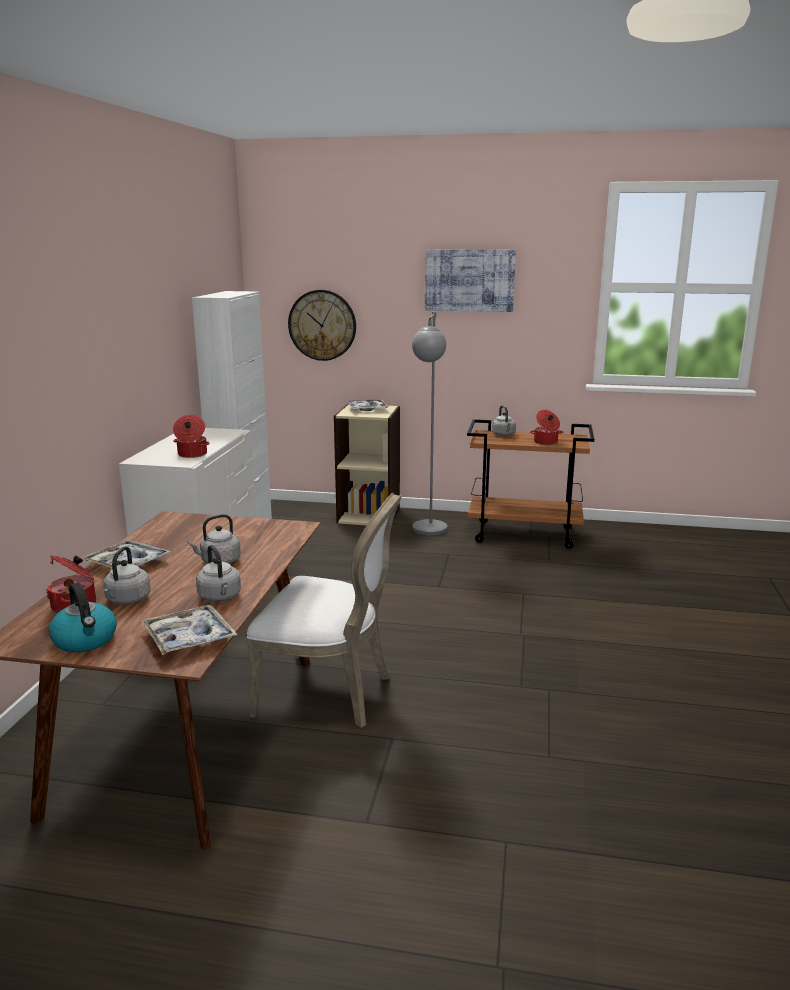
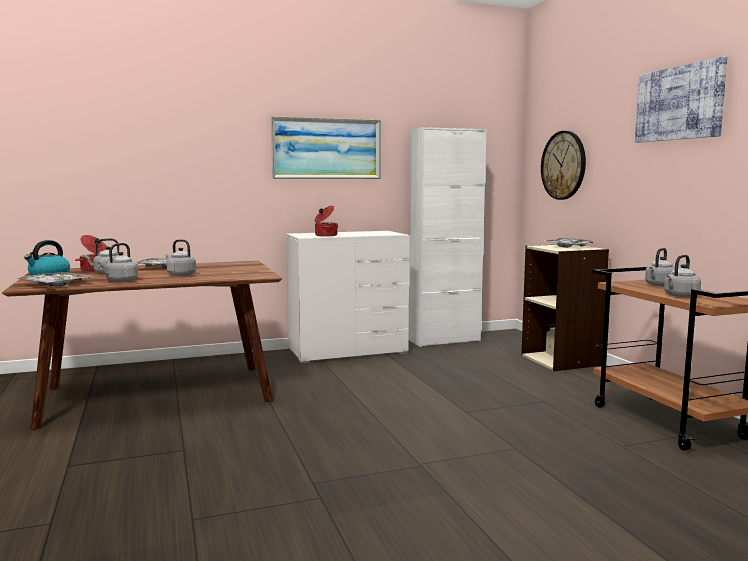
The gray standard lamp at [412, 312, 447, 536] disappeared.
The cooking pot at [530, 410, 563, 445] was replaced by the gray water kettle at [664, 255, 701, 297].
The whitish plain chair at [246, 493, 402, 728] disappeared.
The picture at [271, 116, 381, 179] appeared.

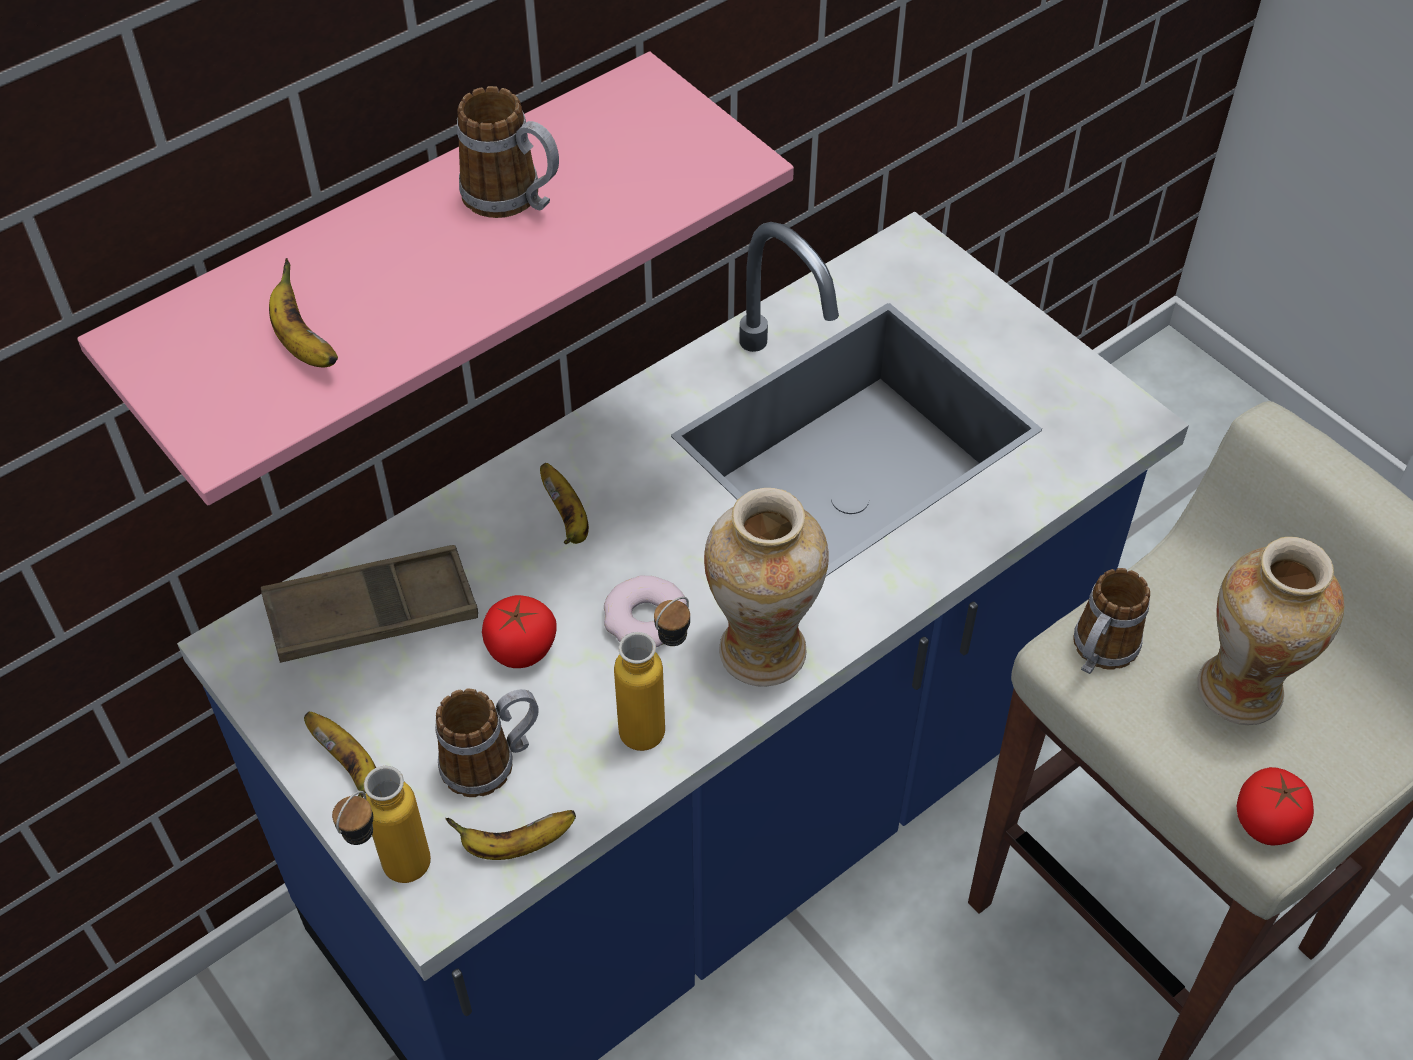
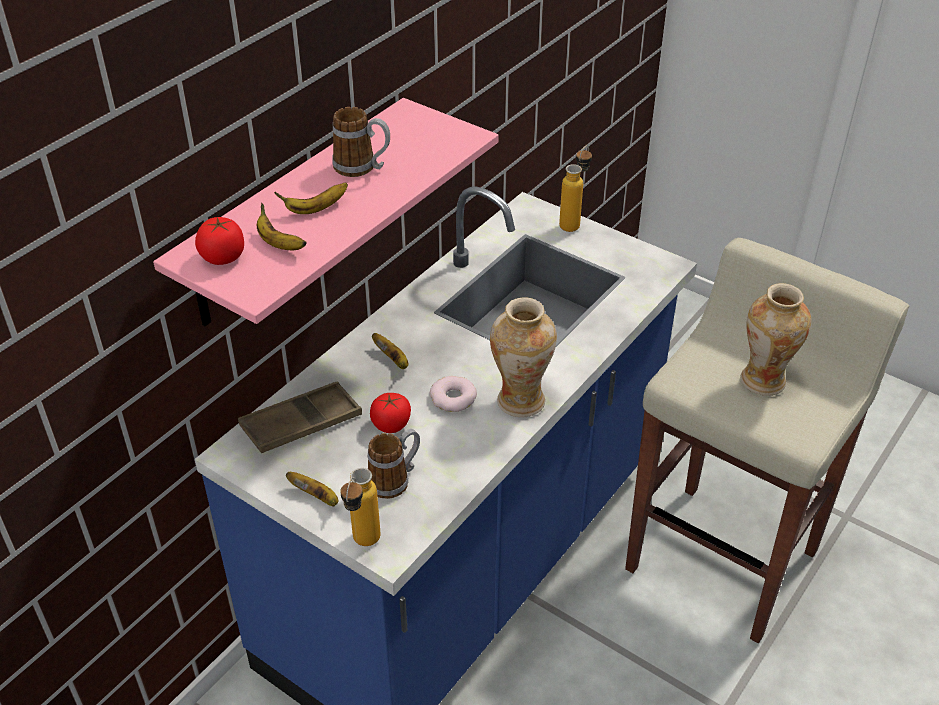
The mug at [1073, 568, 1150, 674] disappeared.
The beverage bottle moved from [614, 597, 690, 751] to [559, 145, 592, 232].
The tomato moved from [1237, 767, 1314, 846] to [195, 217, 244, 265].
The banana moved from [445, 810, 576, 860] to [274, 182, 348, 214].

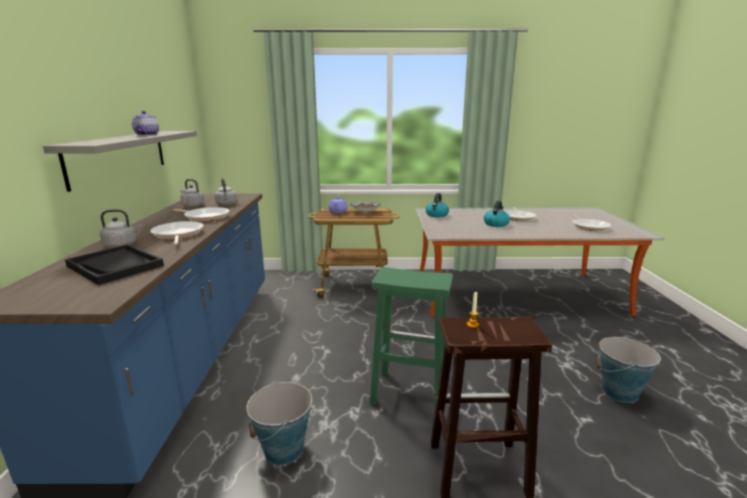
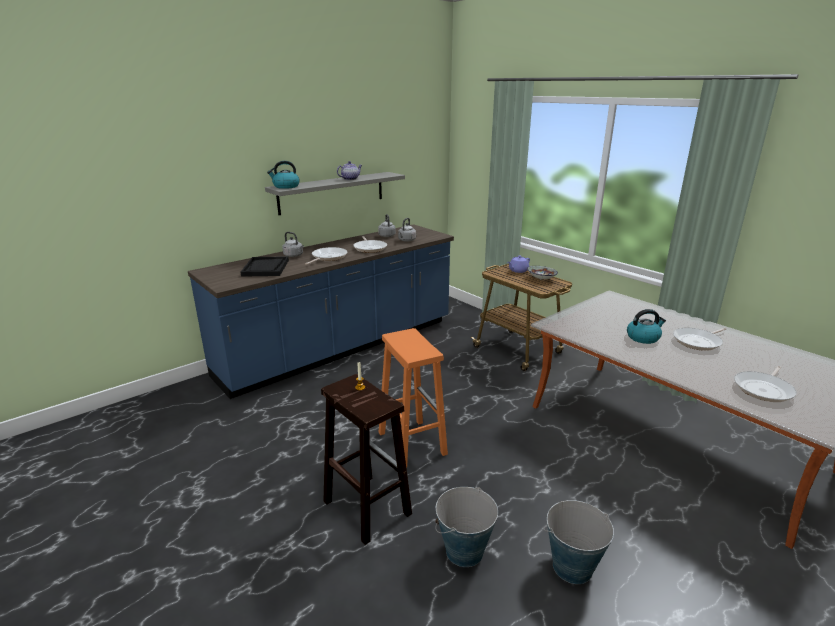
The water kettle moved from [426, 193, 449, 217] to [267, 161, 300, 189].
The green stool at [370, 267, 453, 407] became the orange-coloured stool at [379, 328, 448, 468].
The water bucket moved from [247, 381, 312, 465] to [435, 487, 498, 567].

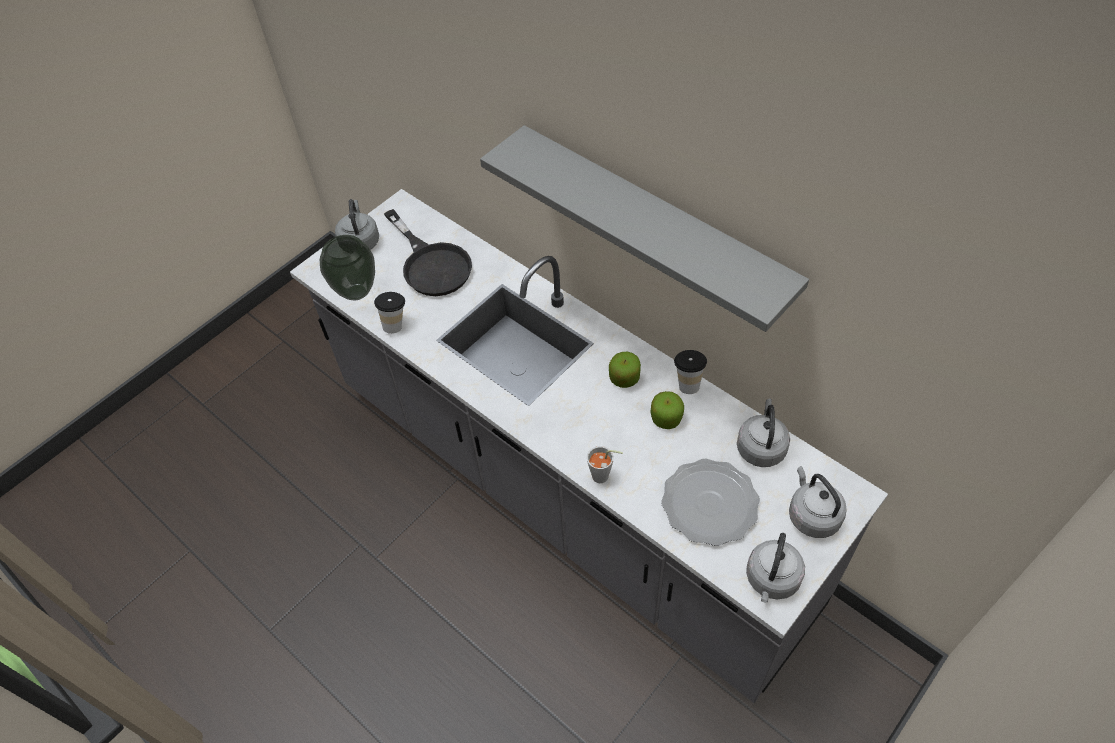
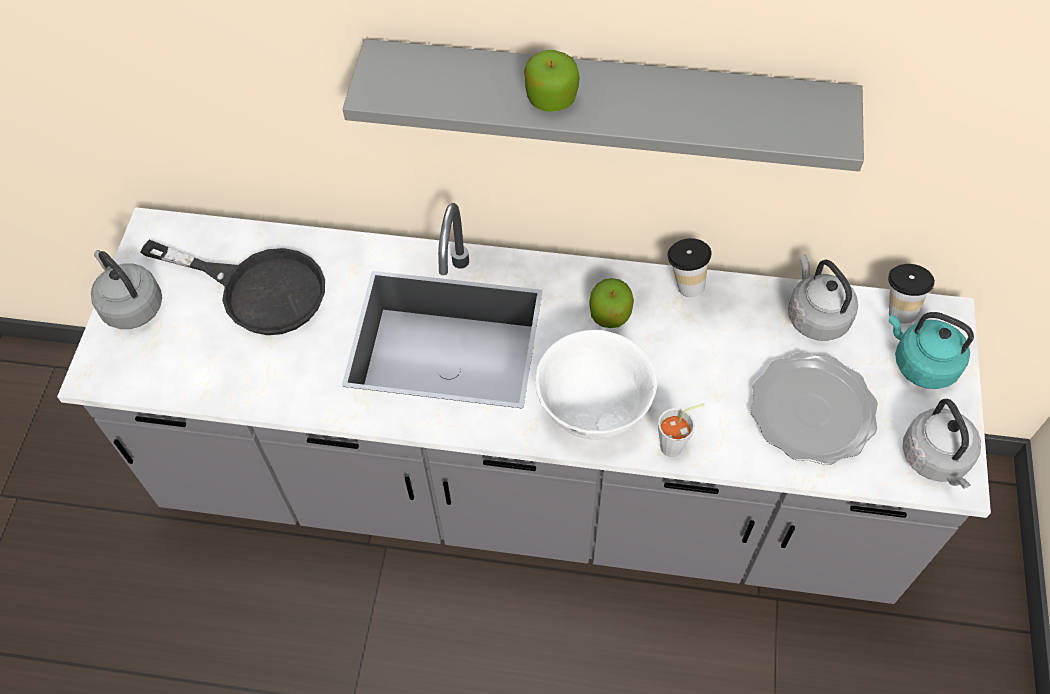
The flower vase at [320, 235, 375, 300] disappeared.
The cup moved from [374, 292, 405, 334] to [888, 264, 935, 324].
The apple fruit moved from [650, 391, 684, 429] to [524, 50, 580, 112].
The gray water kettle at [789, 466, 847, 538] became the turquoise water kettle at [889, 312, 974, 389].
The whitish deep dish at [535, 330, 657, 440] appeared.

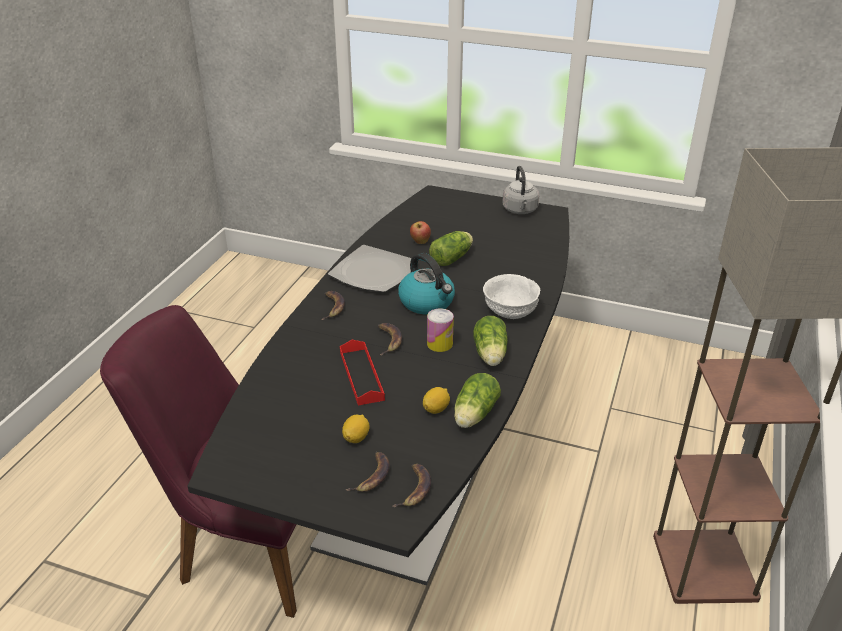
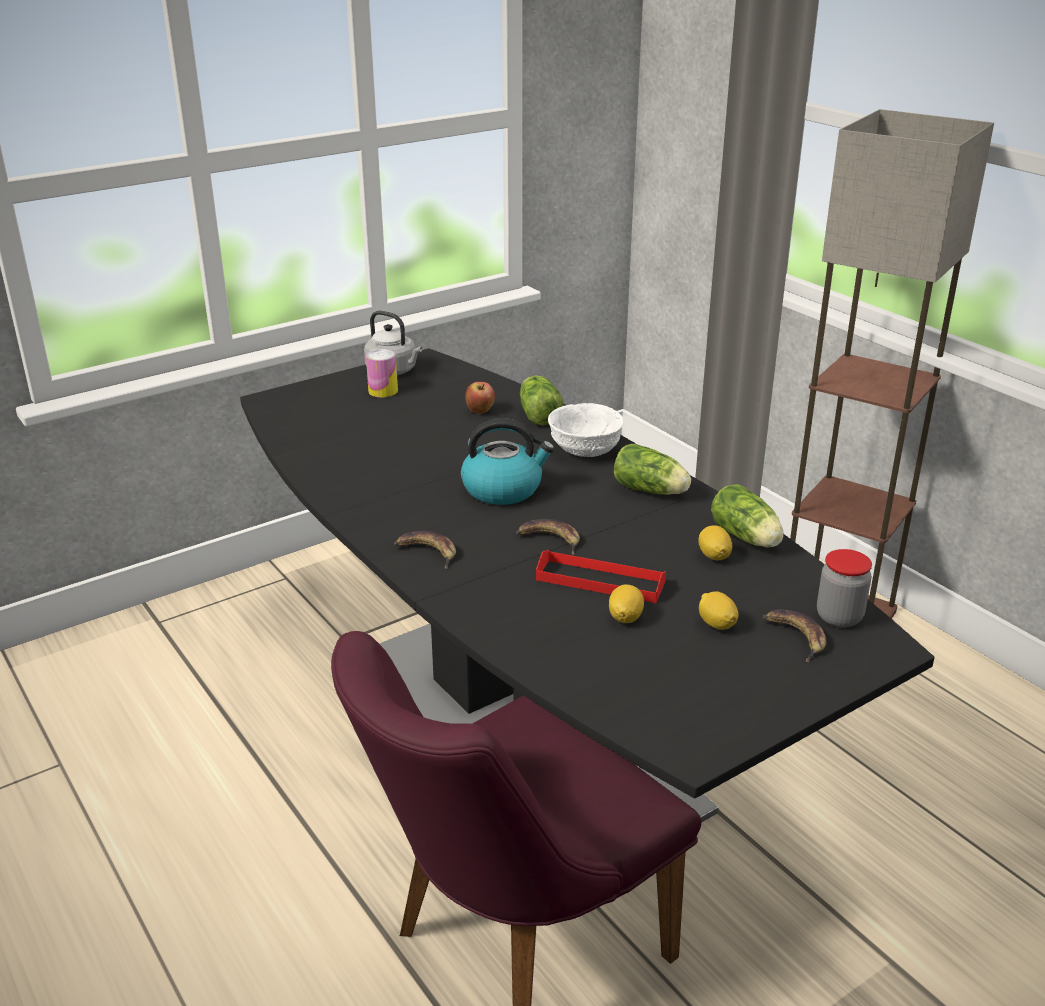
The apple fruit moved from [410, 221, 431, 244] to [465, 382, 495, 414].
The lettuce moved from [429, 231, 473, 266] to [520, 376, 563, 425].
The flat dish at [328, 245, 412, 293] disappeared.
The metal can moved from [427, 309, 454, 352] to [366, 349, 398, 397].
The banana at [392, 464, 431, 507] was replaced by the storage jar at [817, 549, 872, 628].
The citrus fruit at [609, 585, 644, 623] appeared.

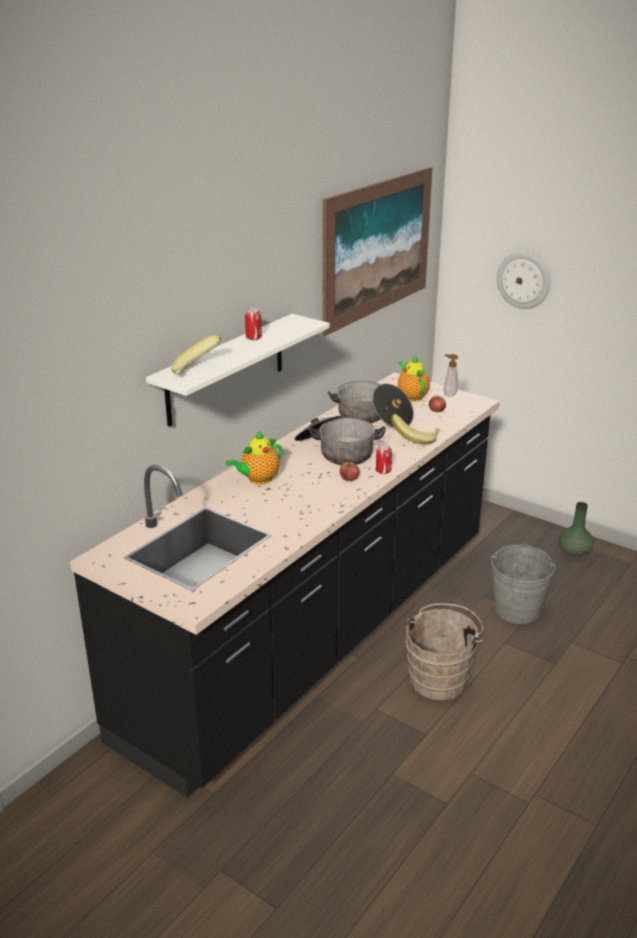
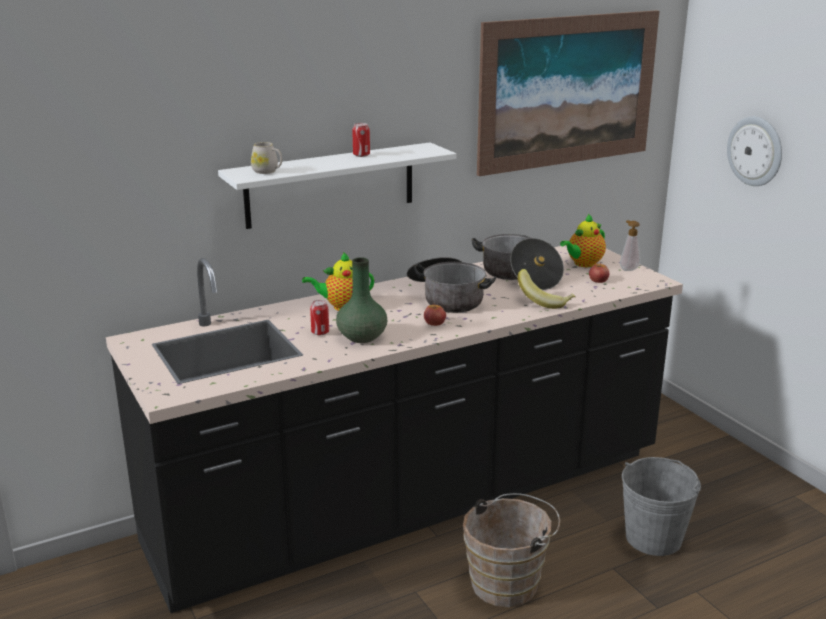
The banana at [171, 335, 221, 374] was replaced by the whitish mug at [251, 142, 282, 174].
The pot for tea at [398, 355, 430, 402] turned 135 degrees counterclockwise.
The metal can moved from [376, 444, 392, 474] to [310, 300, 329, 335].
The green flower vase moved from [559, 502, 594, 557] to [336, 257, 387, 343].

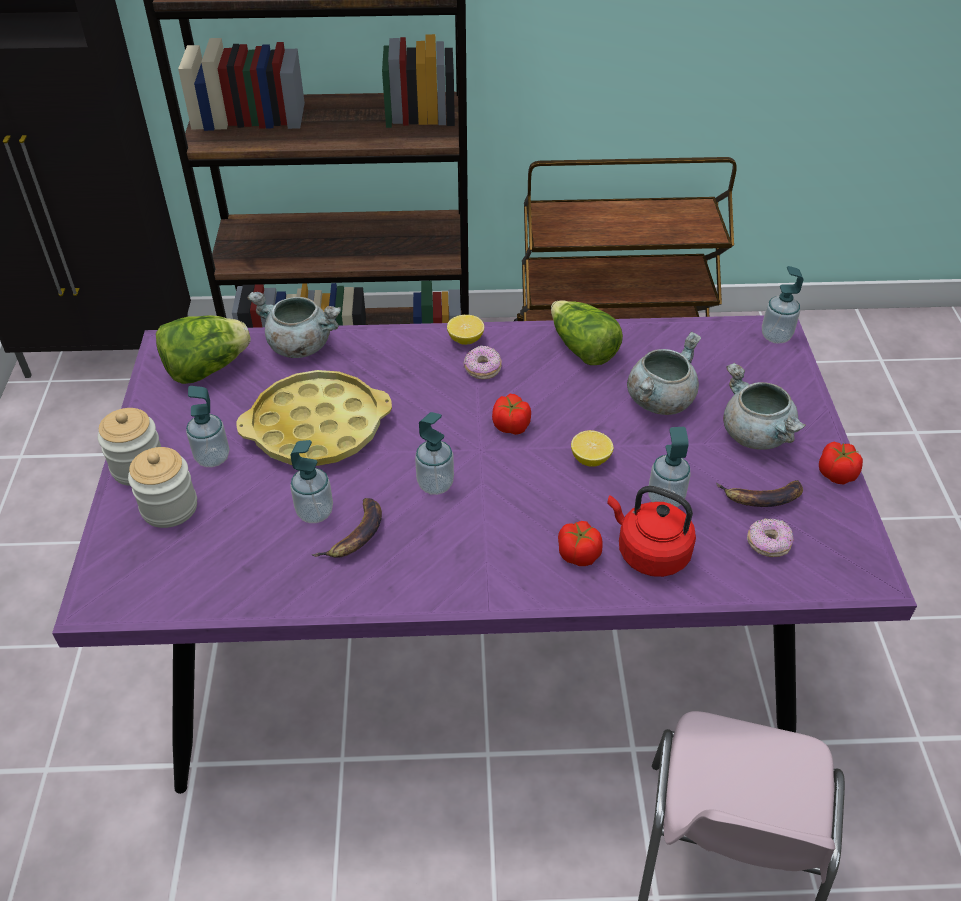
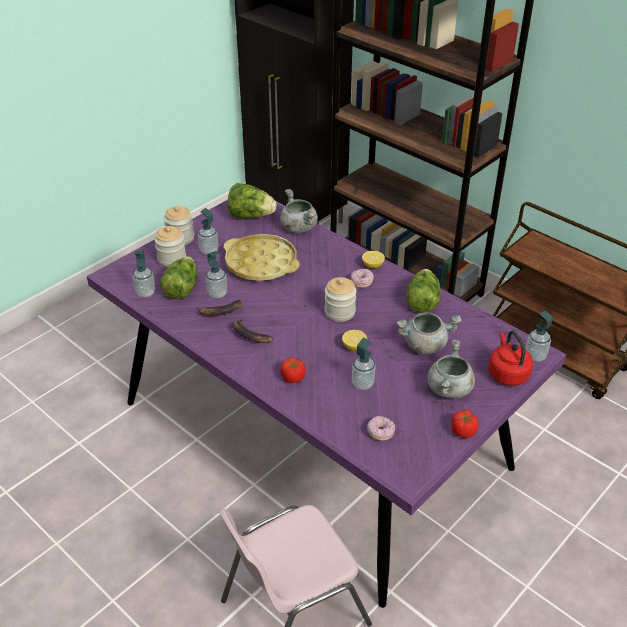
The tomato at [492, 394, 531, 435] was replaced by the storage jar at [325, 277, 356, 322].
The liquid soap bottle moved from [415, 412, 454, 495] to [132, 251, 155, 297].
The banana moved from [716, 480, 803, 507] to [233, 318, 274, 343].
The red water kettle moved from [607, 486, 696, 577] to [489, 330, 533, 386].
The lettuce at [160, 256, 197, 299] appeared.

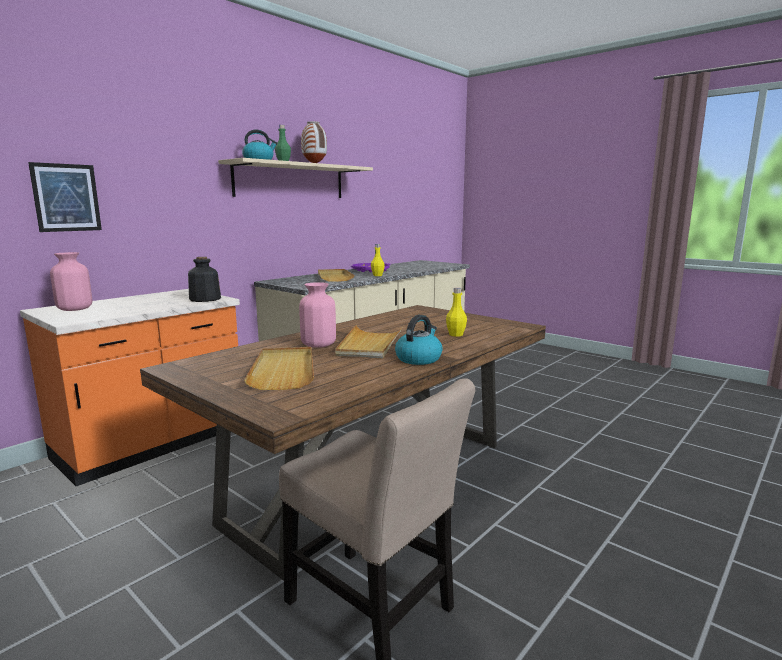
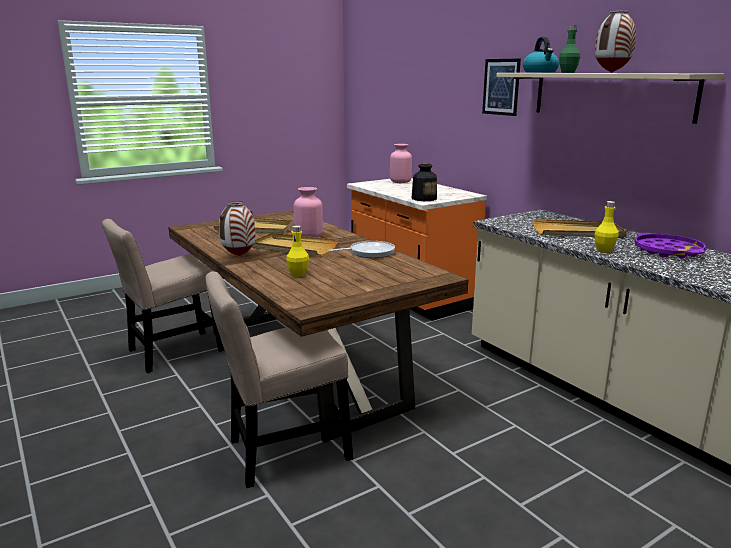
The picture moved from [28, 162, 102, 232] to [482, 58, 521, 116].
The water kettle at [395, 315, 443, 365] was replaced by the flower vase at [219, 201, 256, 256].
The frying pan at [328, 241, 395, 258] appeared.
The sand-coloured plain chair at [205, 271, 353, 488] appeared.

